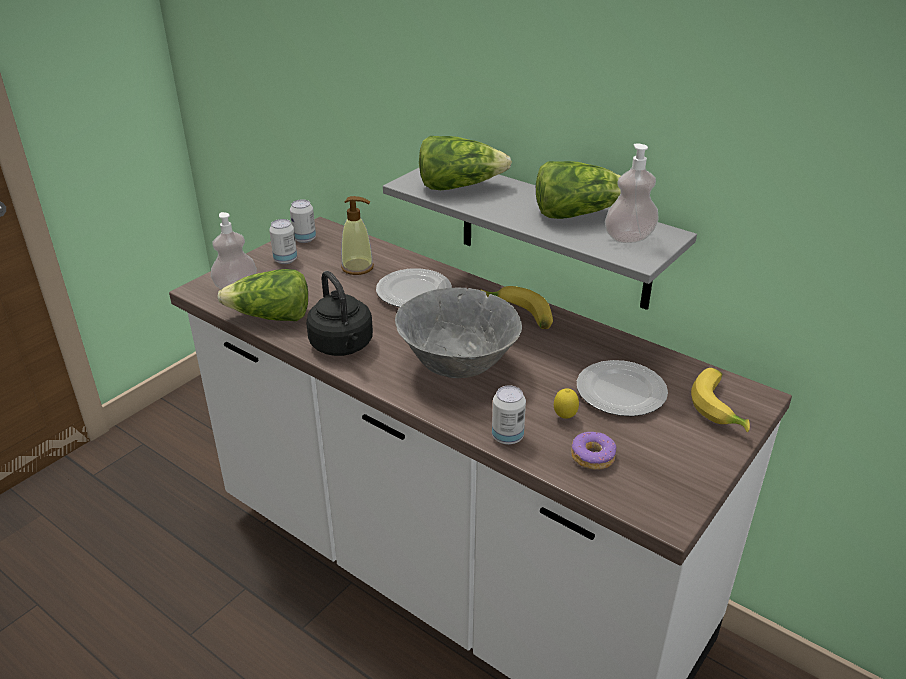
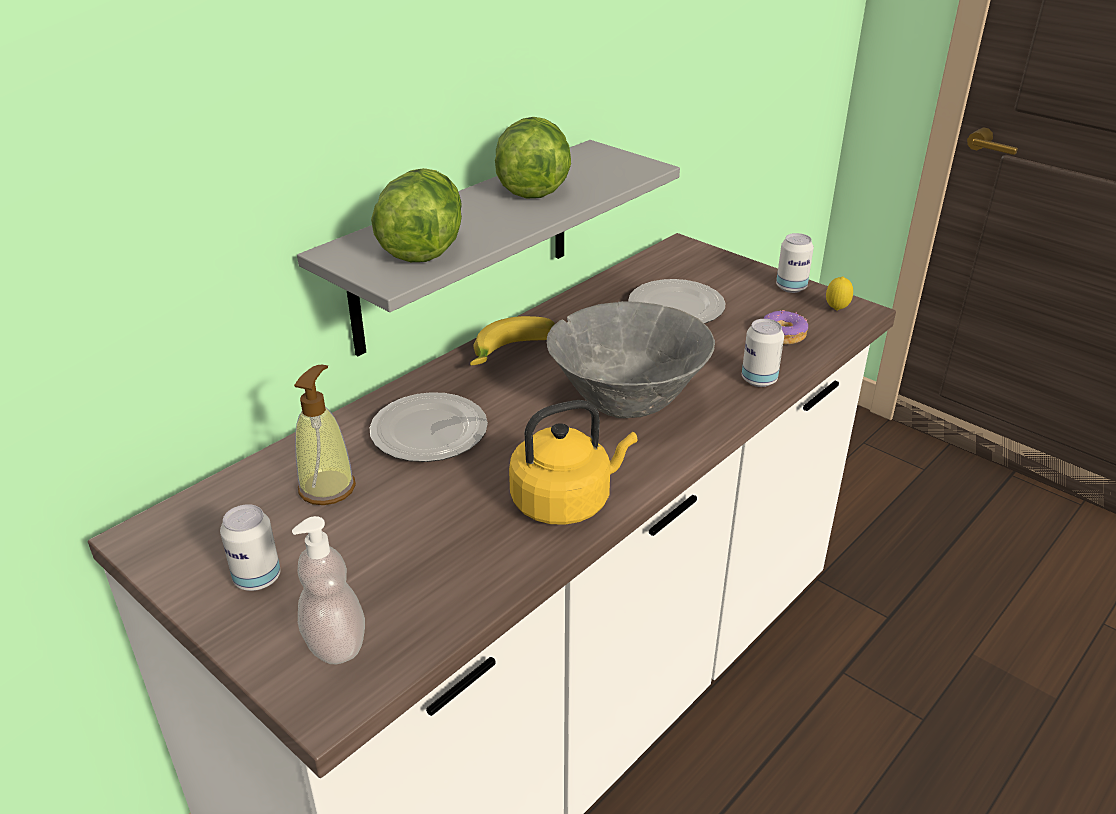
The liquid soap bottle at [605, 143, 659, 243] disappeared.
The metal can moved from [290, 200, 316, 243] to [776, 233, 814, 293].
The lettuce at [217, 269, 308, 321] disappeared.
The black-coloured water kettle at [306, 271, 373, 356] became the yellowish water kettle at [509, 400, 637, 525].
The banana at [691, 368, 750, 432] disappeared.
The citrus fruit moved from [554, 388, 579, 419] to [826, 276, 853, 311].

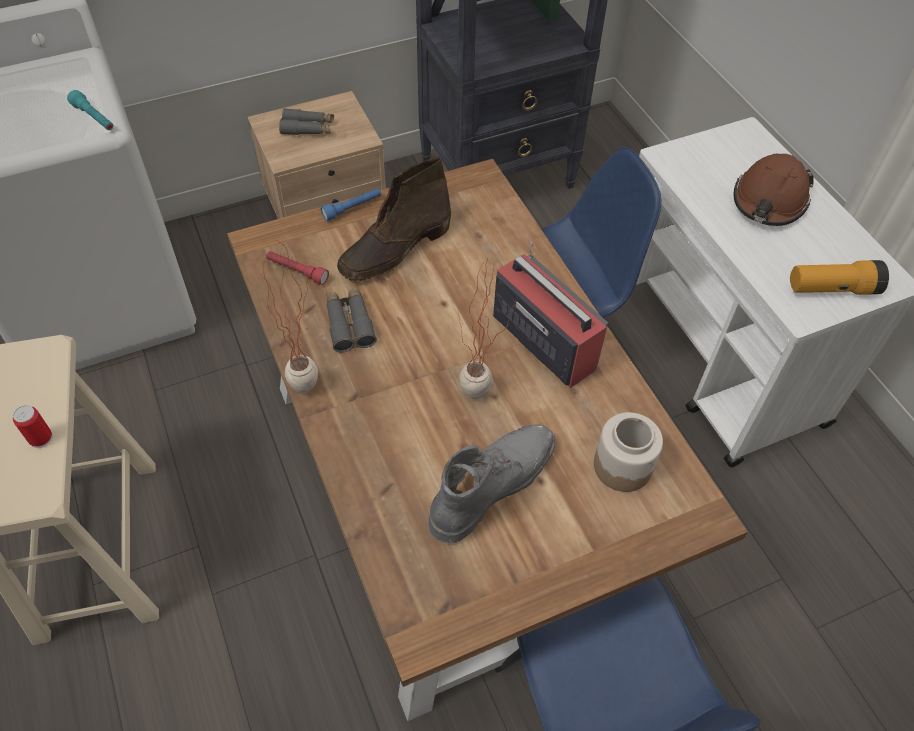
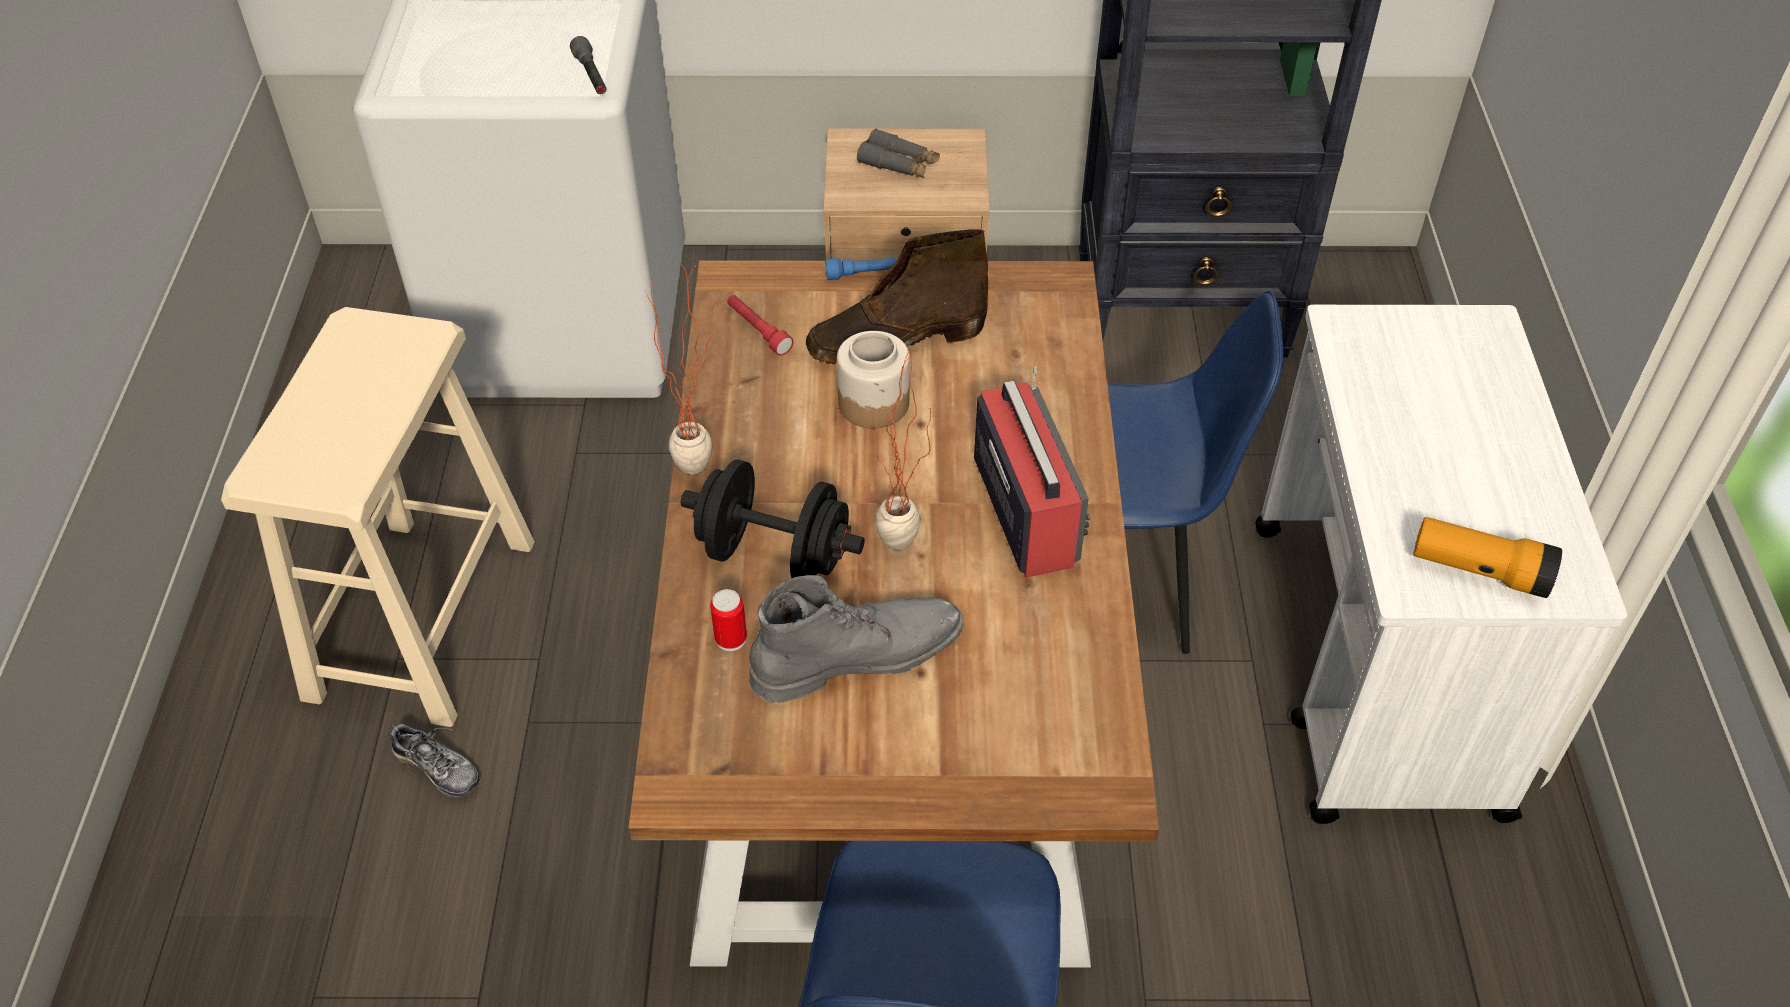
The turquoise torch at [67, 90, 114, 130] became the gray torch at [570, 36, 606, 94].
The brown-coloured safety helmet at [734, 154, 813, 226] disappeared.
The gray pair of binoculars at [326, 286, 377, 352] disappeared.
The metal can moved from [13, 405, 52, 448] to [710, 589, 747, 651].
The storage jar moved from [594, 412, 663, 492] to [837, 331, 910, 428].
The black-coloured hand weight at [681, 460, 865, 578] appeared.
The shoe at [391, 724, 479, 797] appeared.

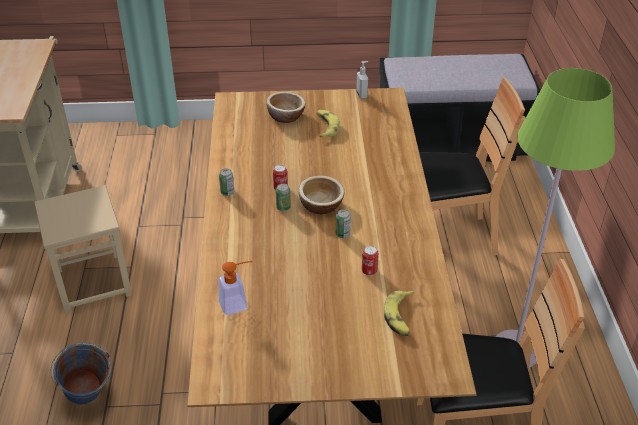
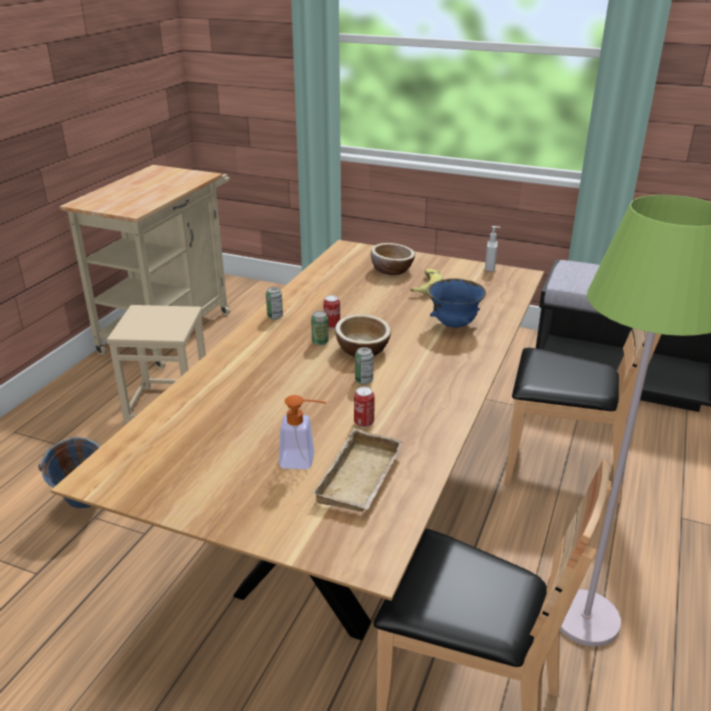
The liquid soap bottle moved from [219, 261, 252, 315] to [279, 395, 326, 469].
The banana at [384, 291, 414, 336] was replaced by the sand-coloured serving tray at [312, 428, 404, 512].
The blue deep dish at [427, 278, 486, 328] appeared.

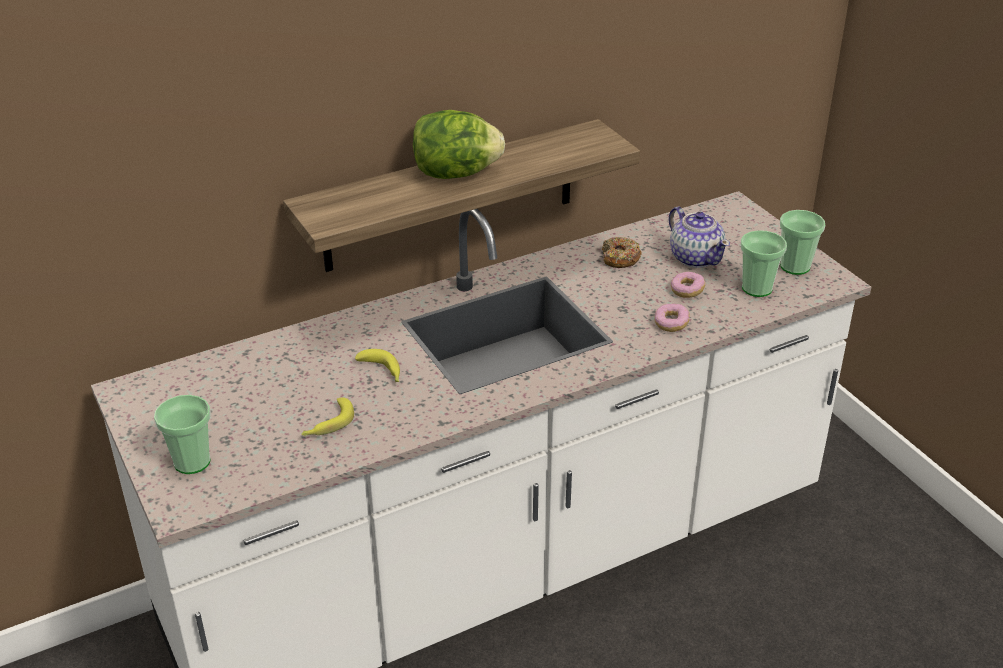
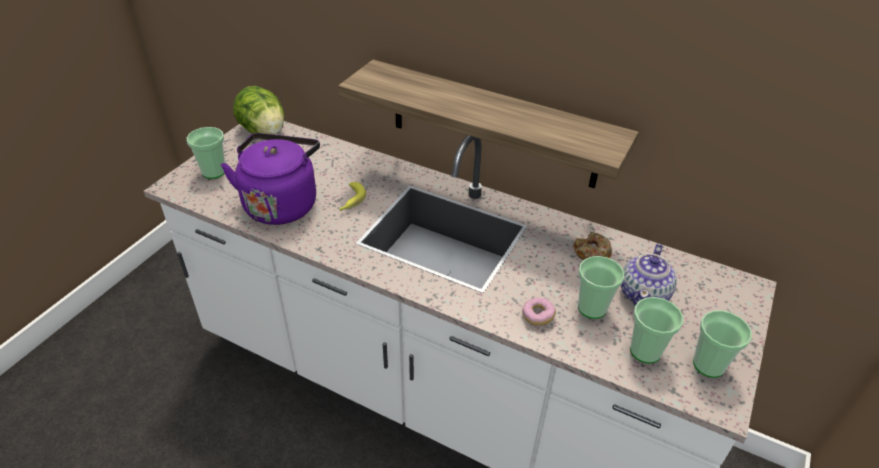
The lettuce moved from [413, 110, 505, 179] to [233, 86, 284, 135].
The ring doughnut at [671, 272, 705, 298] was replaced by the cup at [578, 256, 624, 319].
The banana at [301, 397, 354, 436] was replaced by the purple-coloured water kettle at [221, 133, 320, 225].

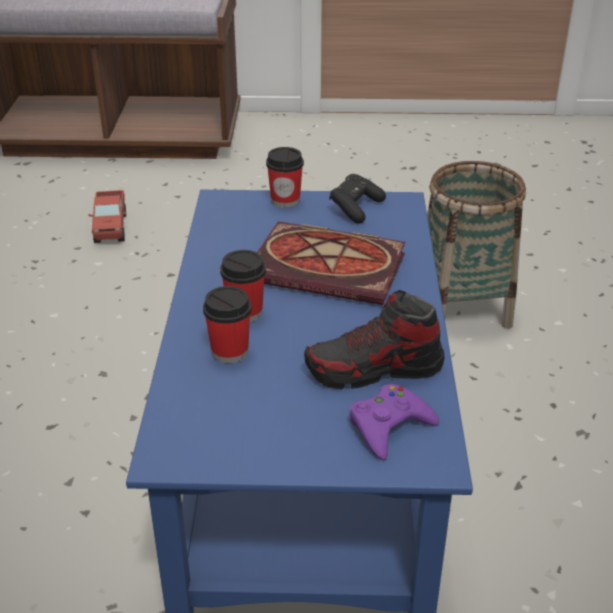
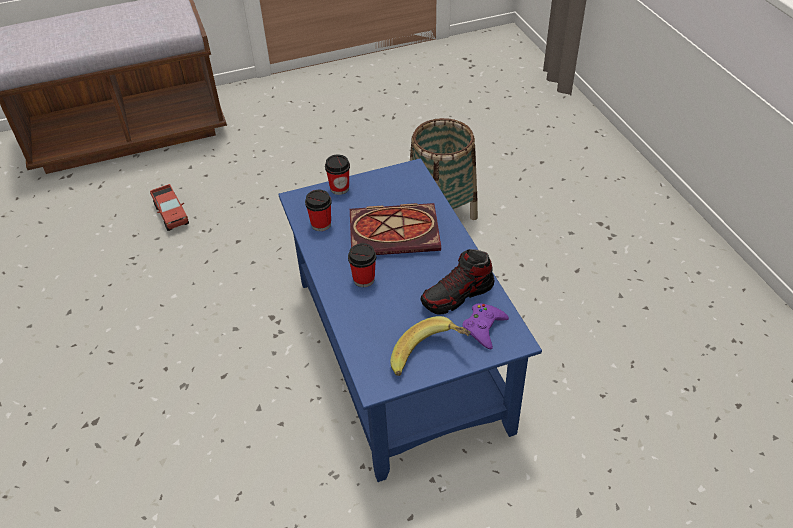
The black-coloured joypad at [329, 174, 386, 223] disappeared.
The cup moved from [203, 286, 252, 363] to [305, 190, 332, 231].
The banana at [390, 316, 471, 376] appeared.

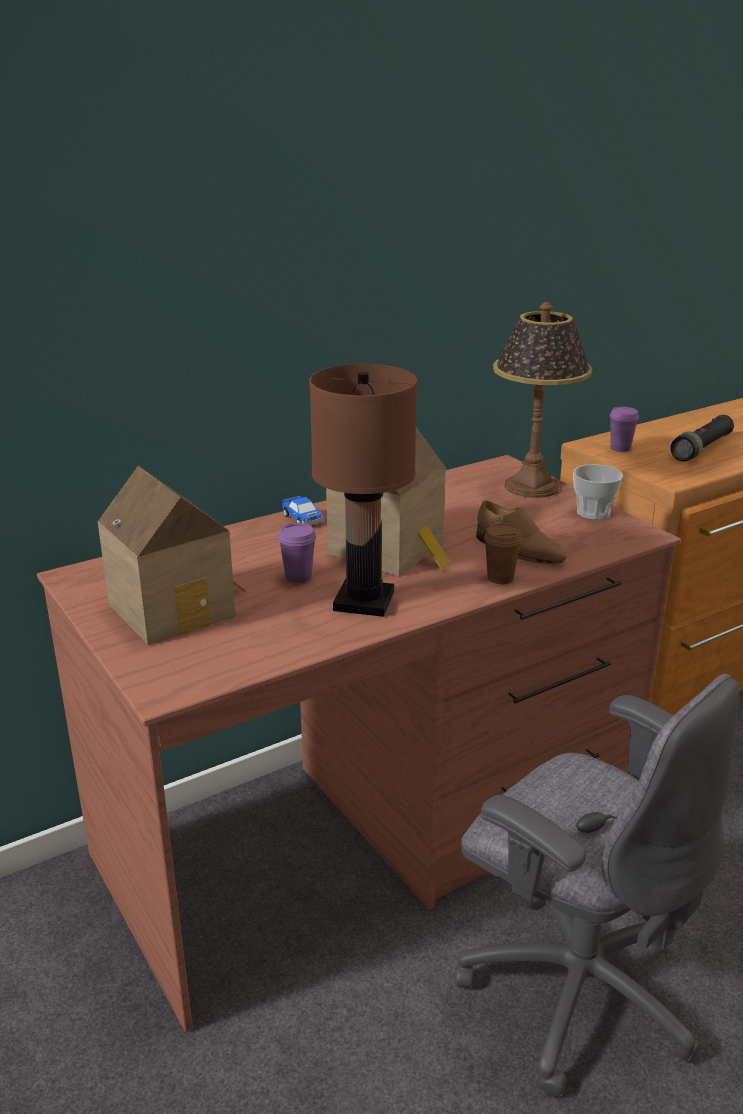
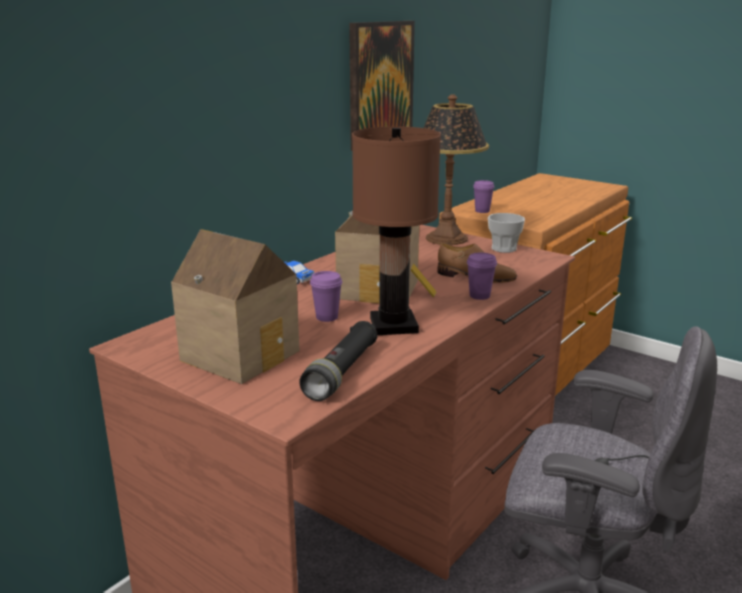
The black-coloured torch moved from [671, 415, 734, 461] to [299, 321, 377, 401].
The brown-coloured cup at [484, 524, 523, 584] became the purple-coloured cup at [467, 253, 497, 300].
The picture at [349, 21, 415, 151] appeared.

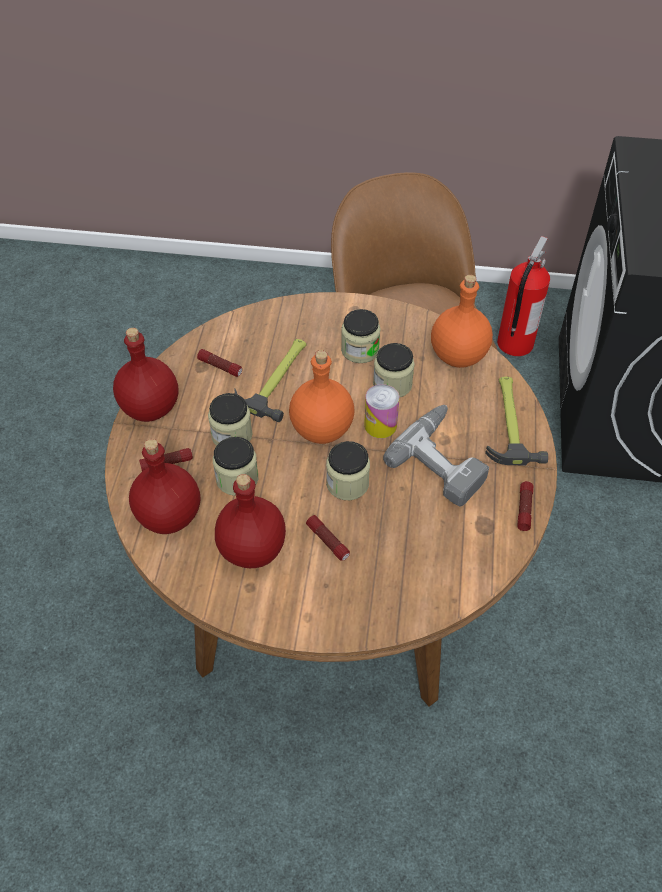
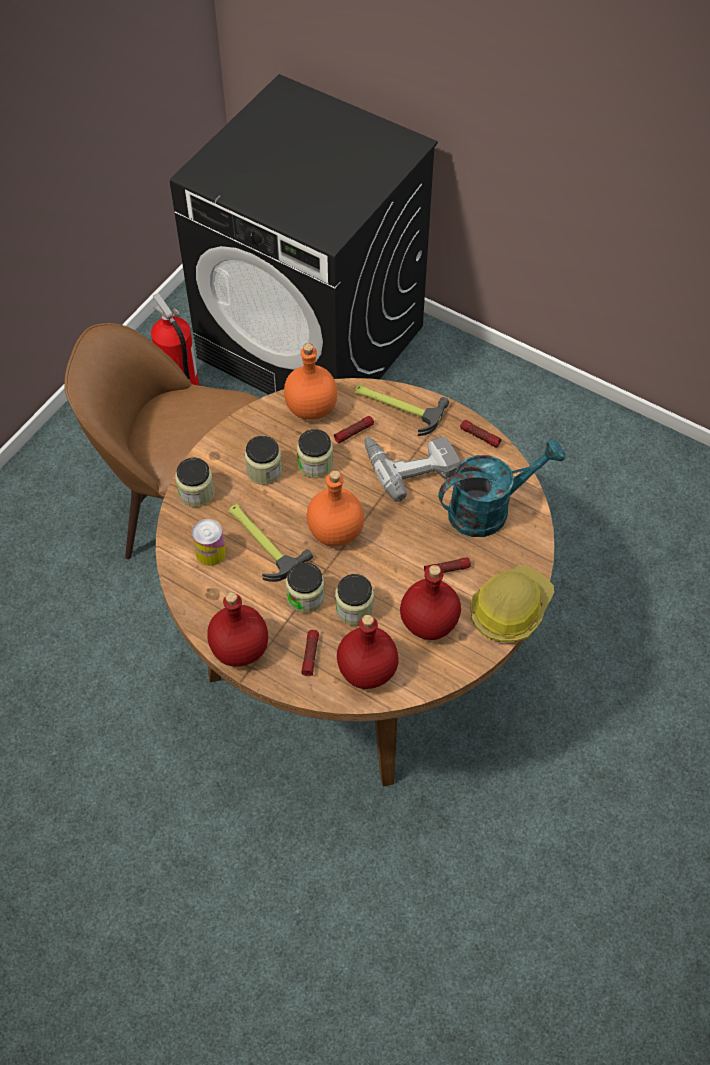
The torch moved from [197, 349, 242, 377] to [334, 416, 374, 443].
The metal can moved from [364, 384, 399, 438] to [192, 519, 226, 566].
The storage jar moved from [326, 441, 370, 500] to [175, 457, 215, 507].
The turquoise watering pot at [438, 439, 565, 537] appeared.
The safety helmet at [470, 565, 554, 642] appeared.

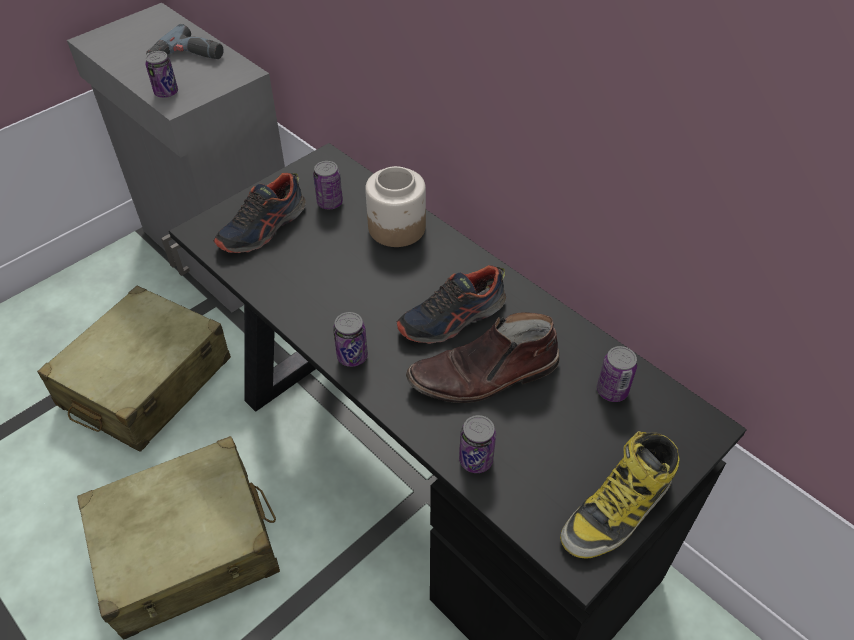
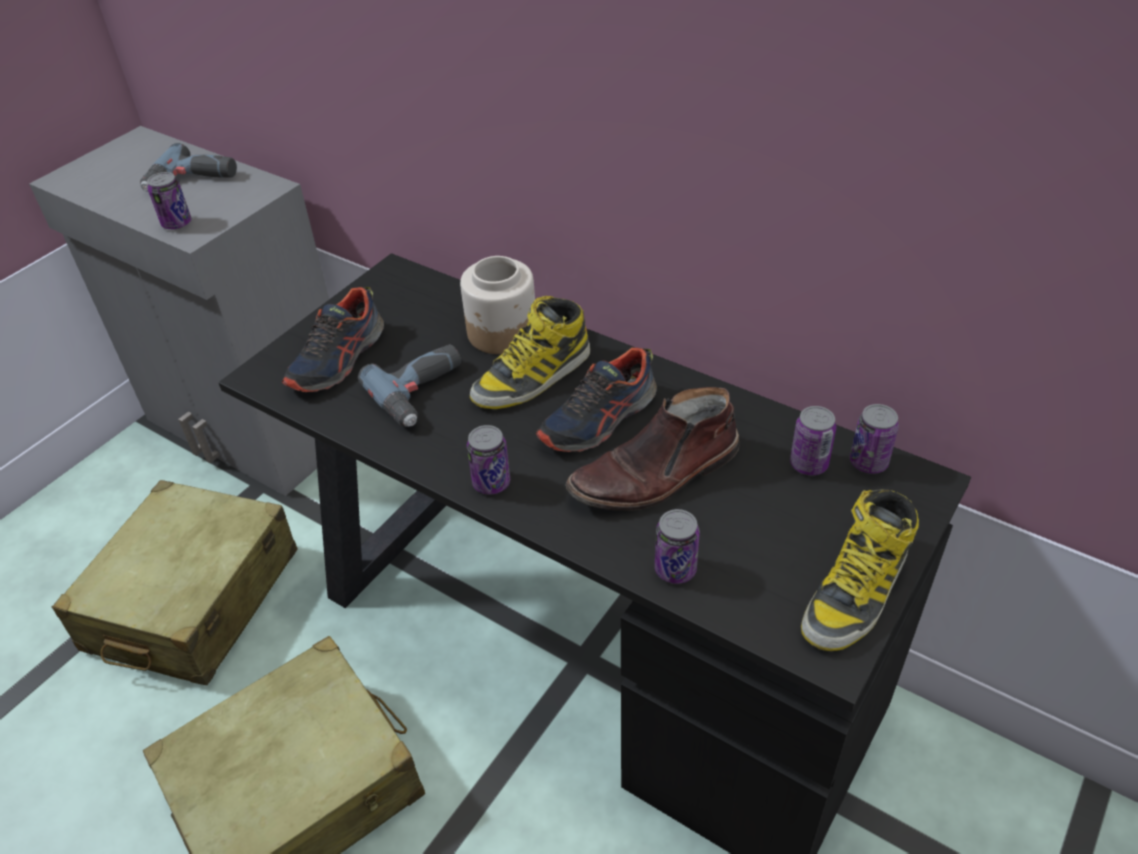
The metal can moved from [313, 161, 343, 209] to [850, 404, 899, 474].
The boot at [470, 296, 590, 409] appeared.
The electric drill at [358, 344, 461, 427] appeared.

